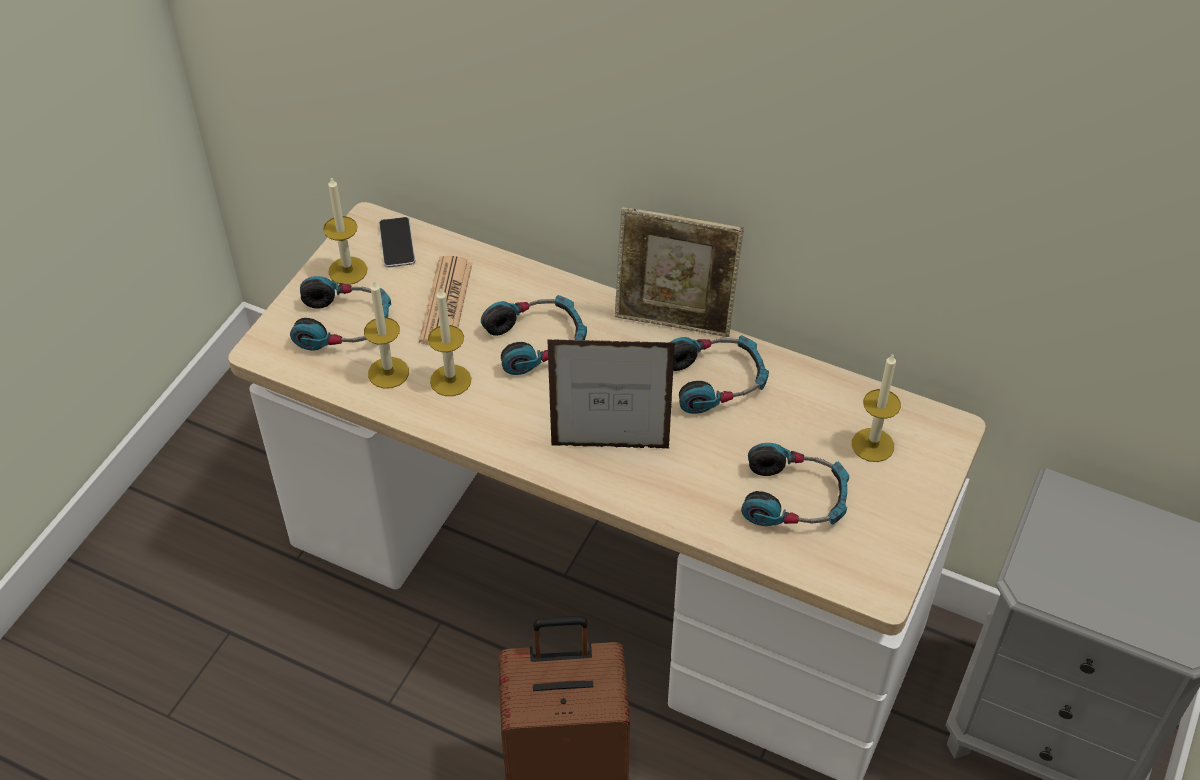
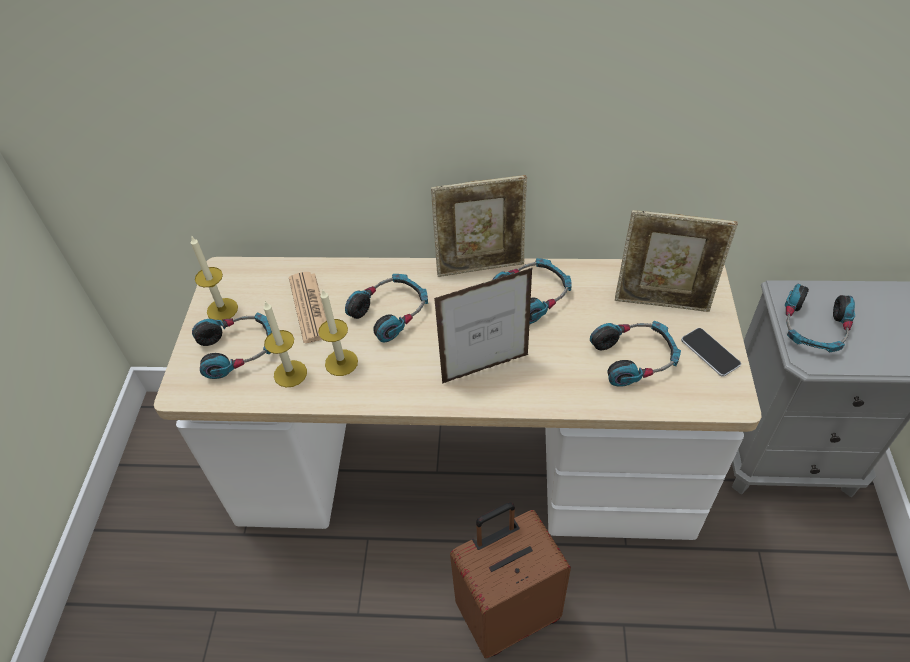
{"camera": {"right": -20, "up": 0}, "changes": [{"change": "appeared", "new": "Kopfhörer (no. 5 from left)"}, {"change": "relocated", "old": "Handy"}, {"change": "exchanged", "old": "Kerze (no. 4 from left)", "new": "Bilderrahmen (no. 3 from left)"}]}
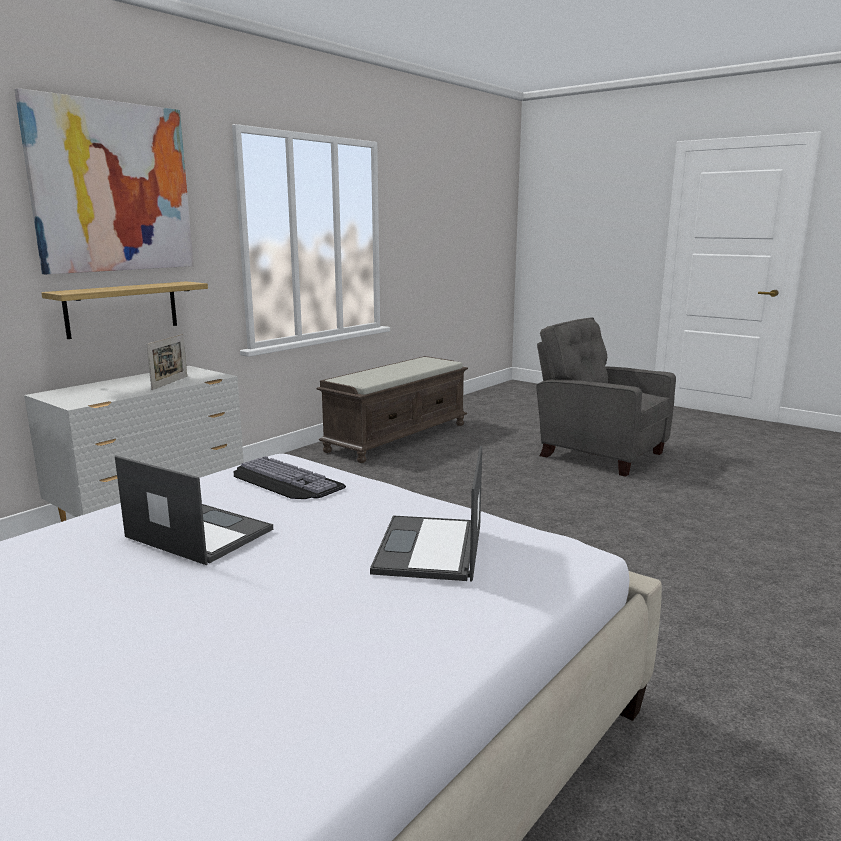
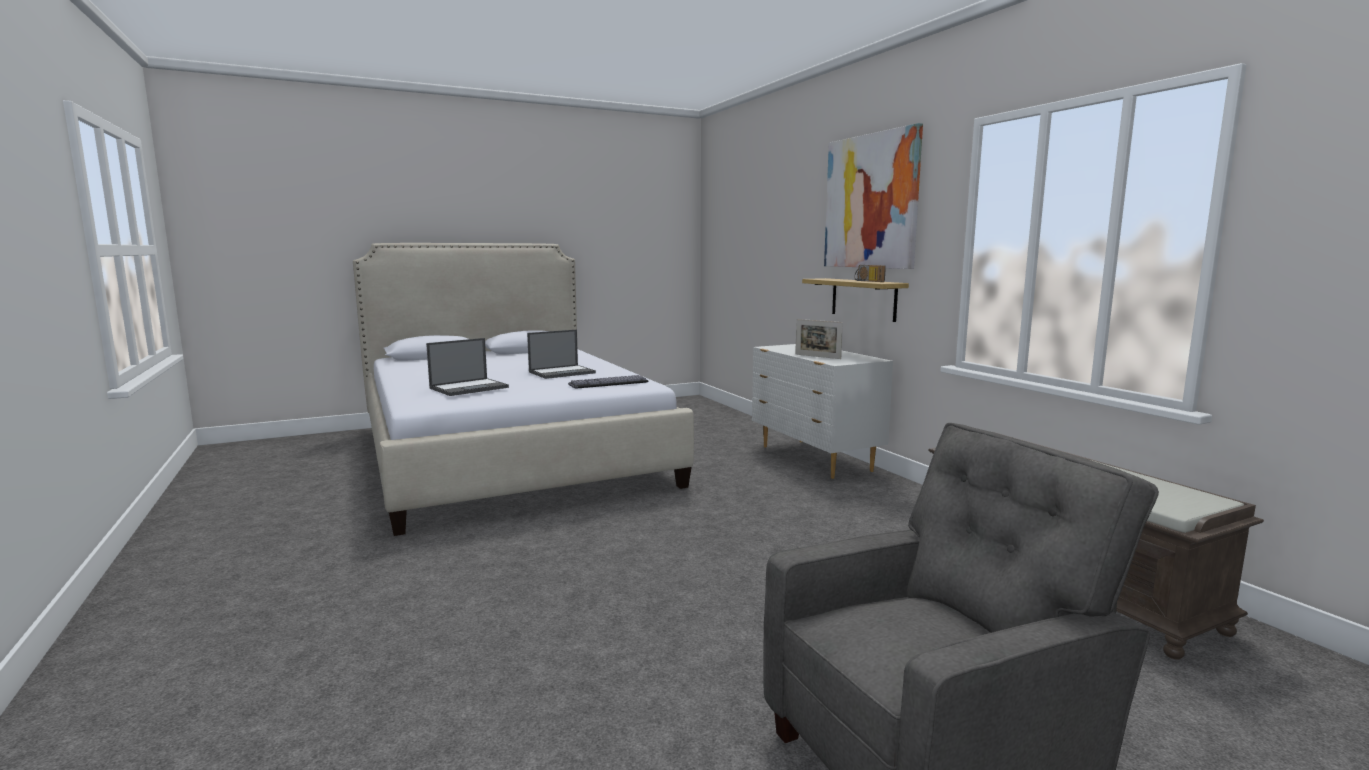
{"camera": {"right": 115, "up": -5}, "changes": [{"change": "appeared", "new": "Radio"}, {"change": "spun", "old": "Laptop (no. 2 from left in the first image)", "degrees": 105}]}
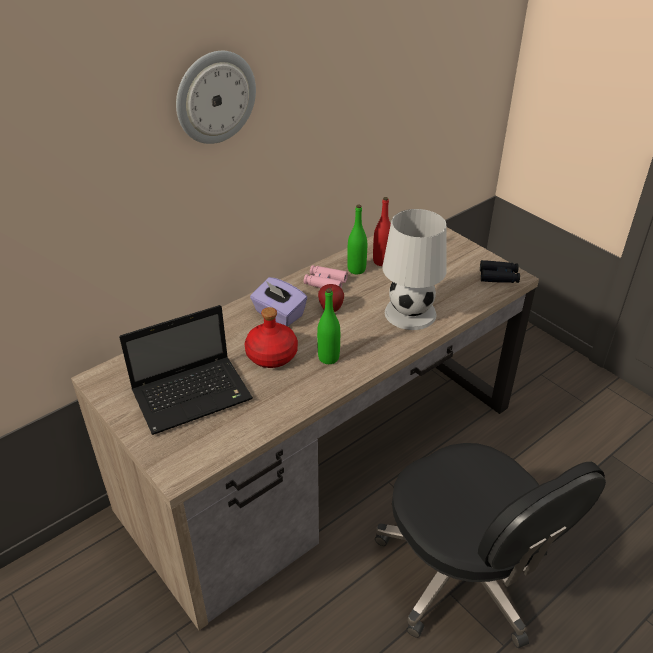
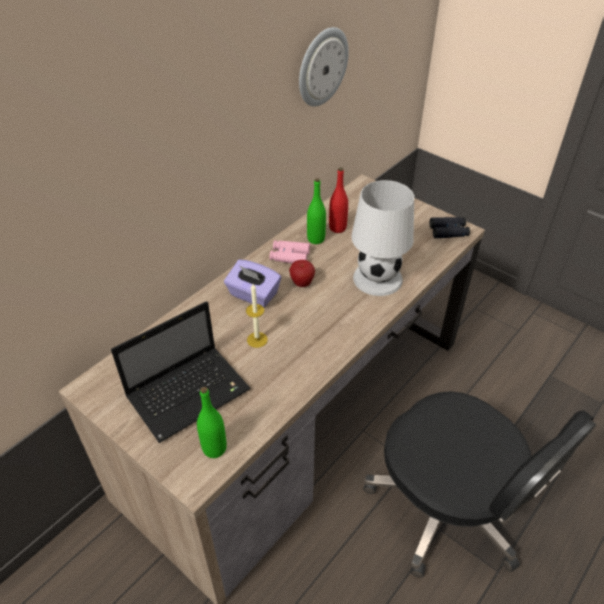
{"camera": {"right": -10, "up": 5}, "changes": [{"change": "relocated", "old": "Wanduhr"}, {"change": "relocated", "old": "Flasche [grün] (no. 1 from left)"}, {"change": "exchanged", "old": "Flasche [rot] (no. 1 from left)", "new": "Kerze"}]}
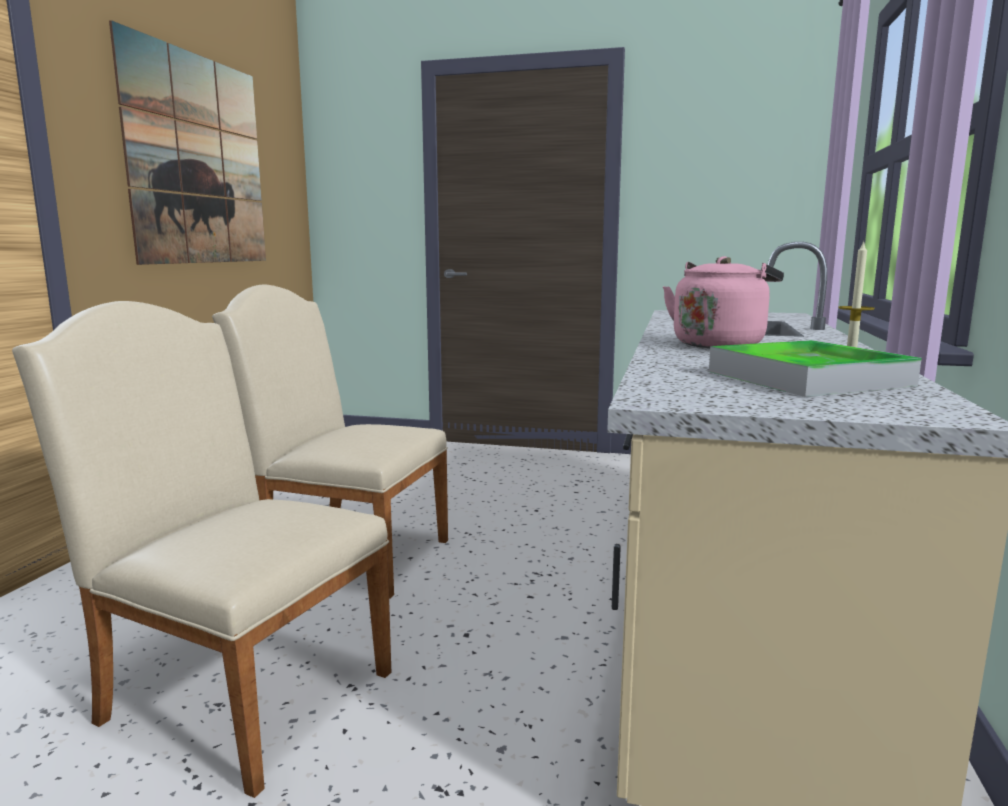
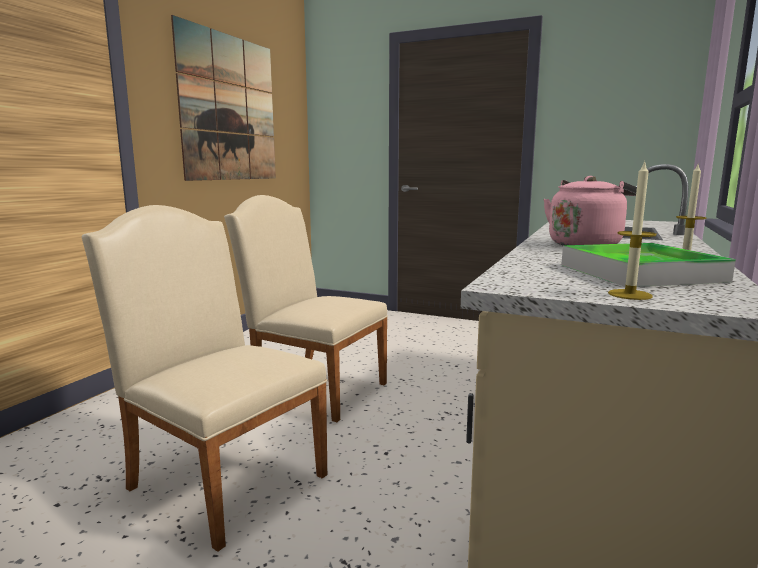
{"camera": {"right": 10, "up": 0}, "changes": [{"change": "appeared", "new": "Kerze (no. 1 from left)"}]}
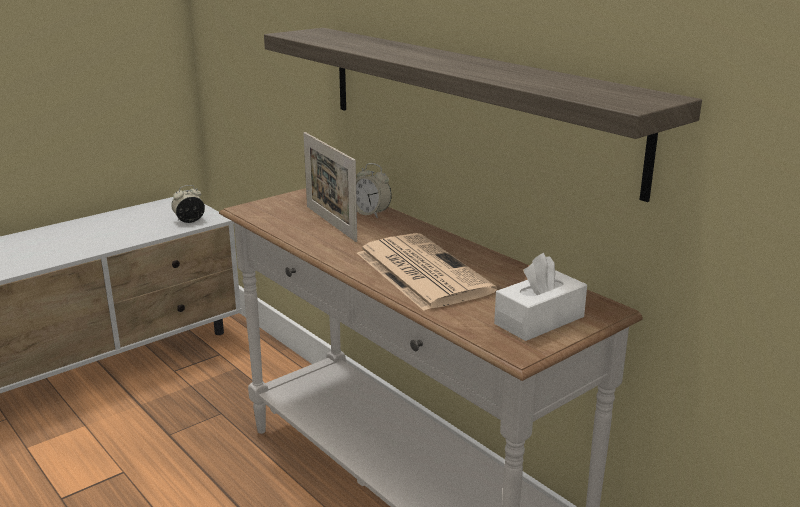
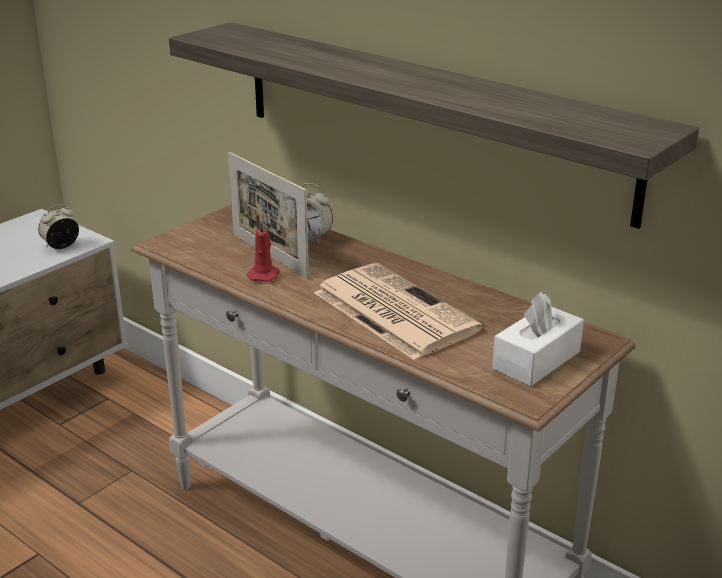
{"camera": {"right": -10, "up": 5}, "changes": [{"change": "appeared", "new": "Kerze [rot]"}]}
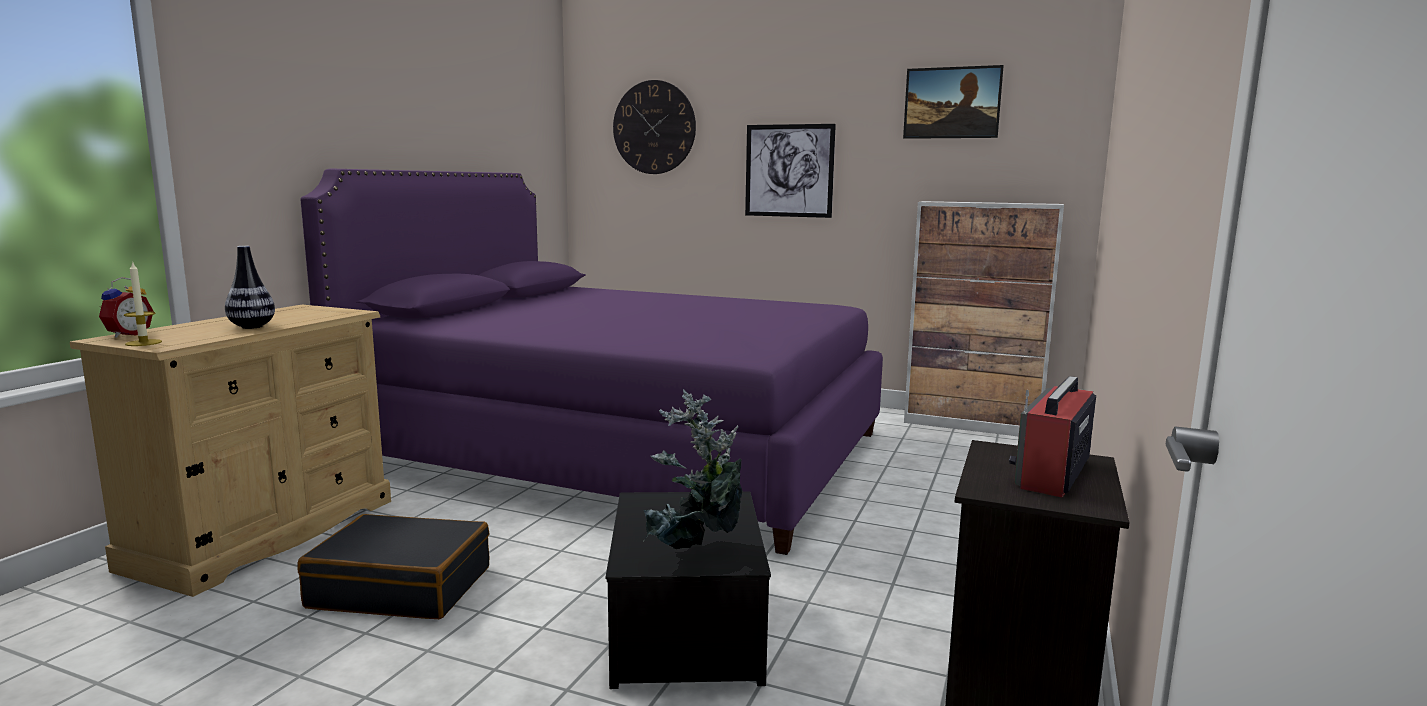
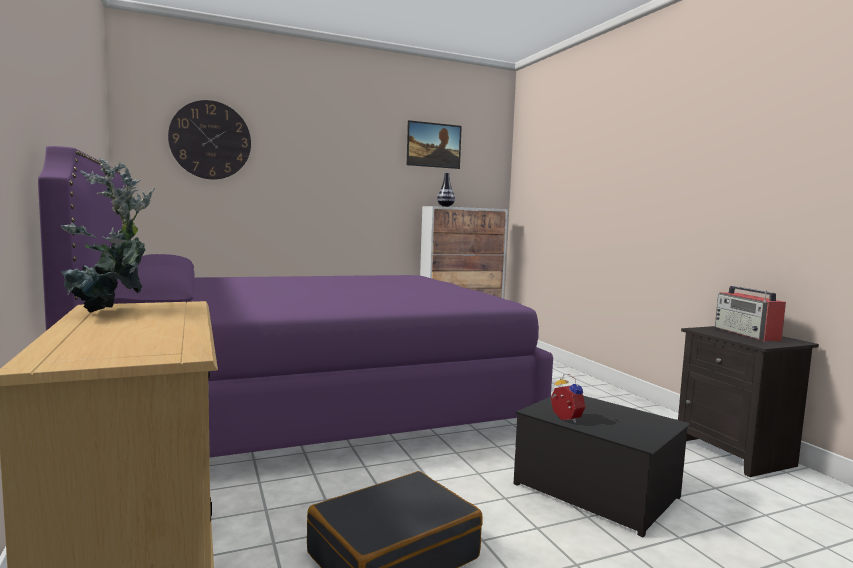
{"camera": {"right": -45, "up": -5}, "changes": [{"change": "missing", "old": "Kerze"}, {"change": "missing", "old": "Bild (no. 1 from left)"}, {"change": "relocated", "old": "Wecker"}, {"change": "relocated", "old": "Vase"}, {"change": "relocated", "old": "Topfpflanze"}]}
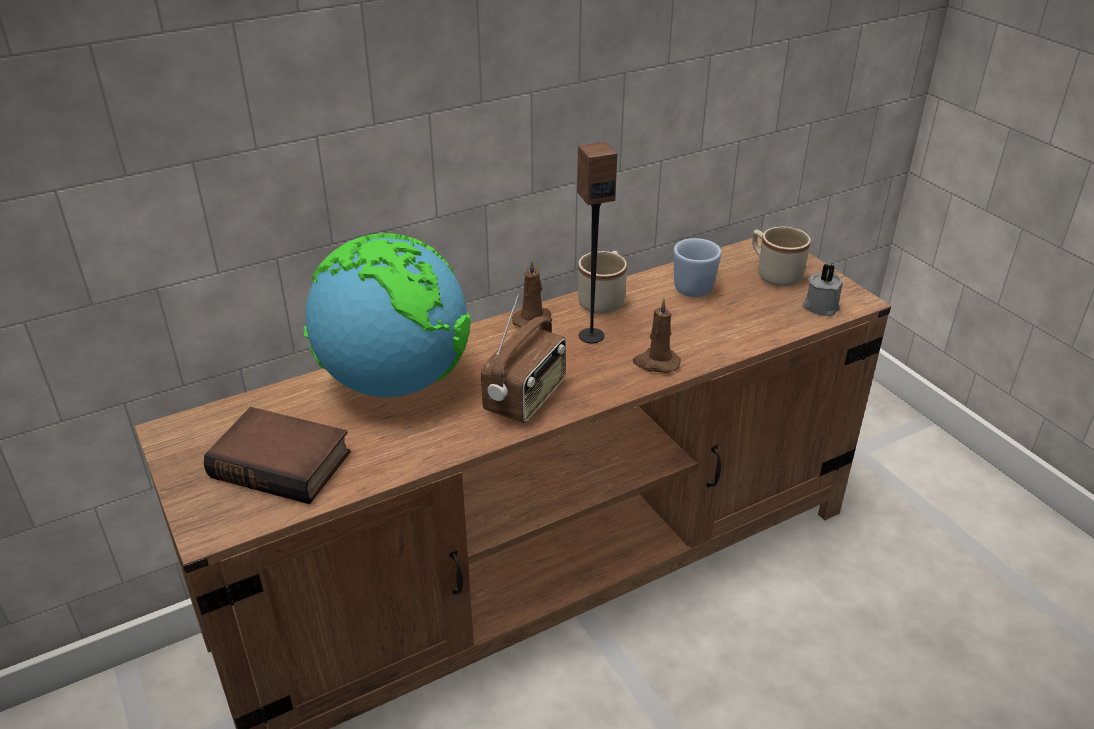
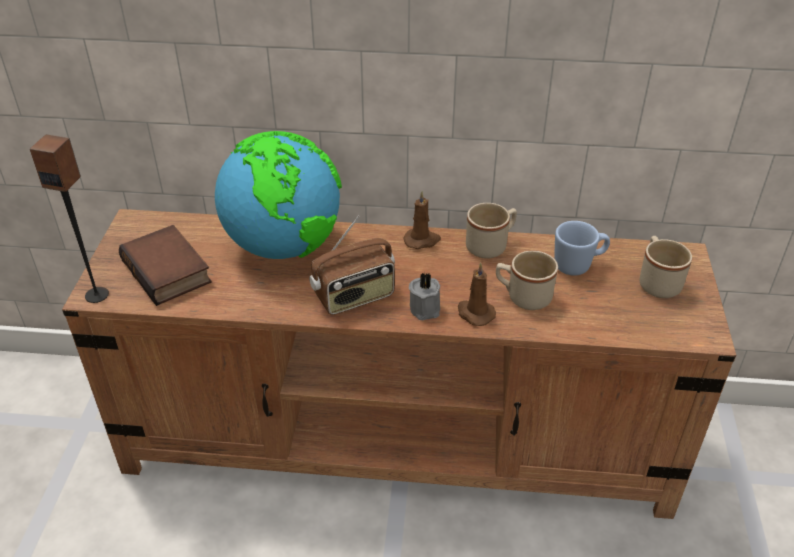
{"camera": {"right": 35, "up": 5}, "changes": [{"change": "appeared", "new": "Henkelbecher [beige] (no. 2 from left)"}, {"change": "relocated", "old": "Lautsprecher"}, {"change": "relocated", "old": "Kerze [grau]"}]}
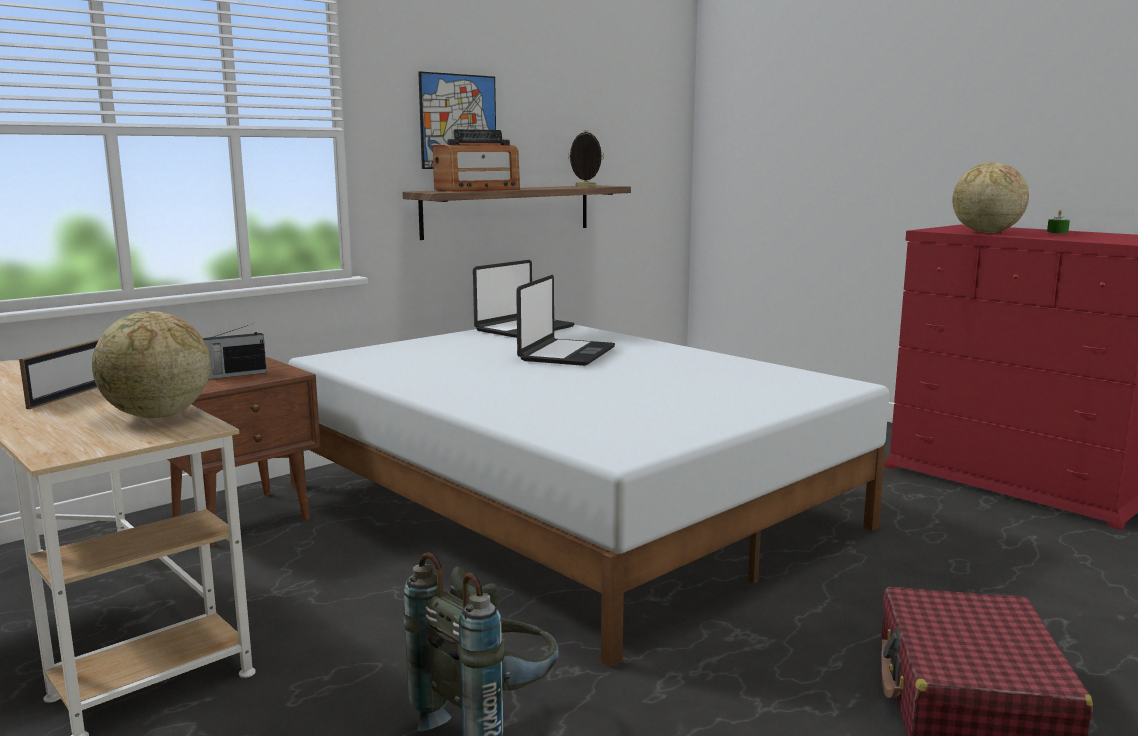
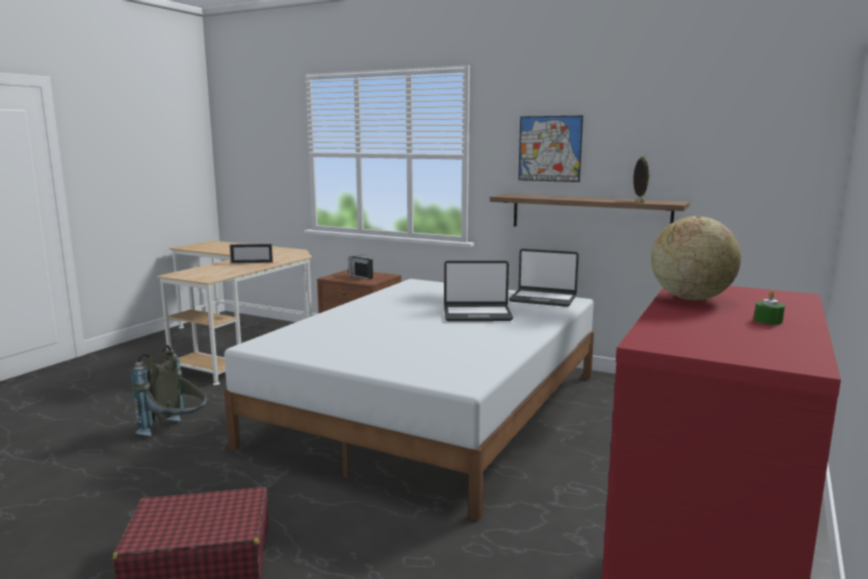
{"camera": {"right": 70, "up": 0}, "changes": [{"change": "missing", "old": "Globus (no. 1 from left)"}, {"change": "missing", "old": "Radio (no. 2 from left)"}]}
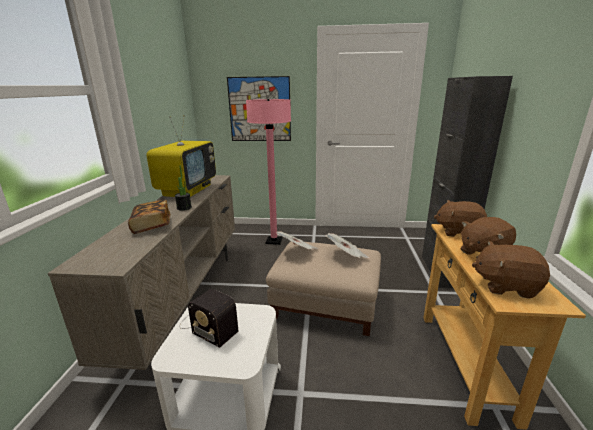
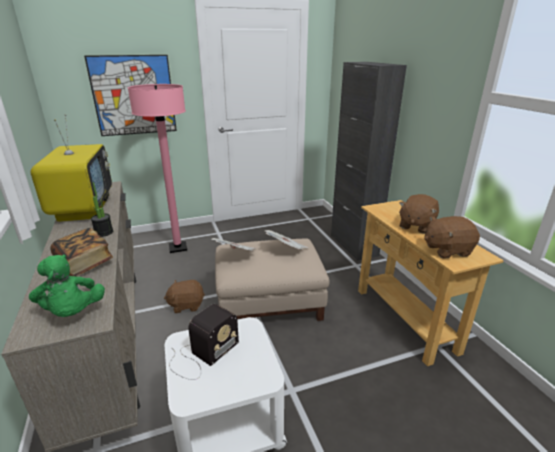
{"camera": {"right": -25, "up": 5}, "changes": [{"change": "appeared", "new": "Plüschtier [grün]"}, {"change": "relocated", "old": "Plüschtier [braun] (no. 1 from left)"}, {"change": "spun", "old": "Radio", "degrees": -60}]}
